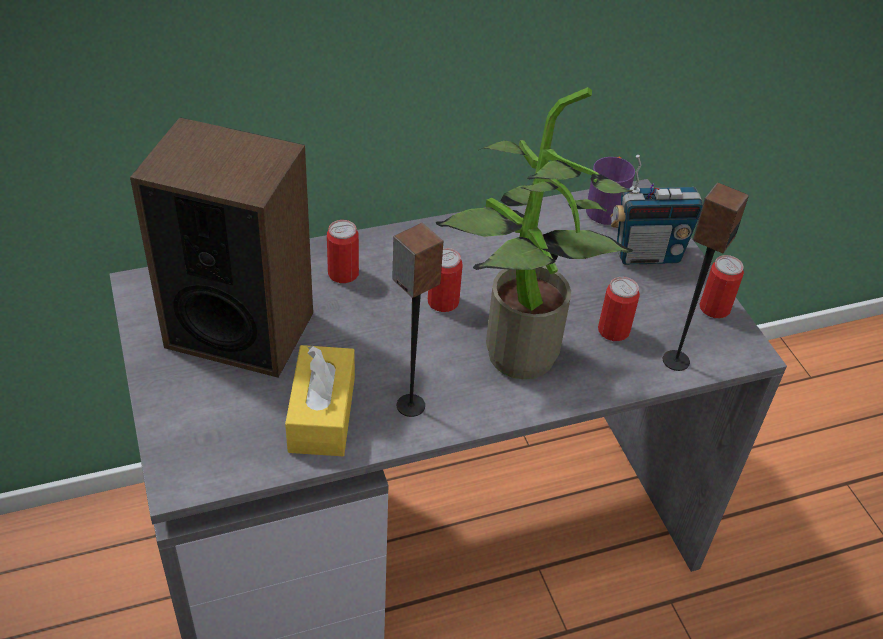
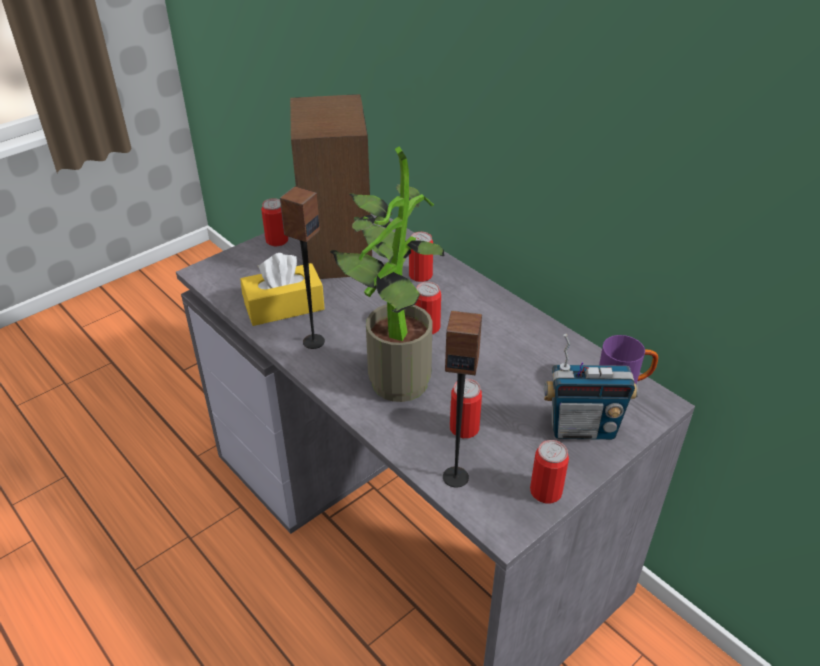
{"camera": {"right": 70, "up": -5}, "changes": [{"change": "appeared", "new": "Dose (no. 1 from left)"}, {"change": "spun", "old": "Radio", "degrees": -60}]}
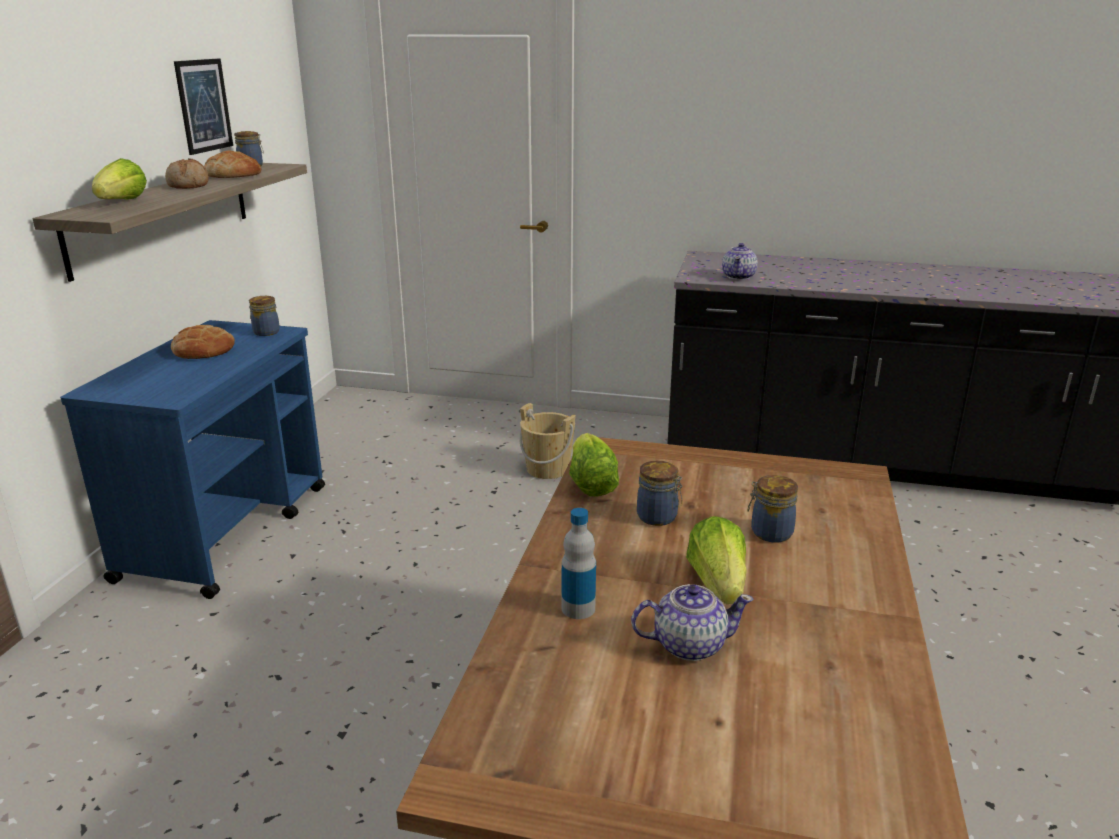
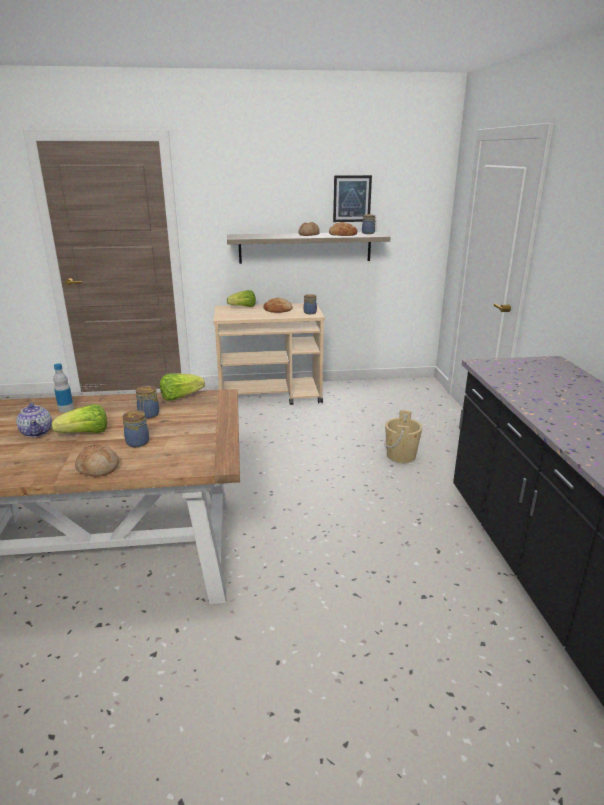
{"camera": {"right": 70, "up": 0}, "changes": [{"change": "missing", "old": "Teekanne (no. 2 from left)"}, {"change": "appeared", "new": "Brot (no. 1 from left)"}, {"change": "relocated", "old": "Salatkopf (no. 1 from left in the first image)", "new": "Salatkopf (no. 3 from left)"}, {"change": "colour", "old": "Rollwagen [blau]", "new": "Rollwagen [beige]"}]}
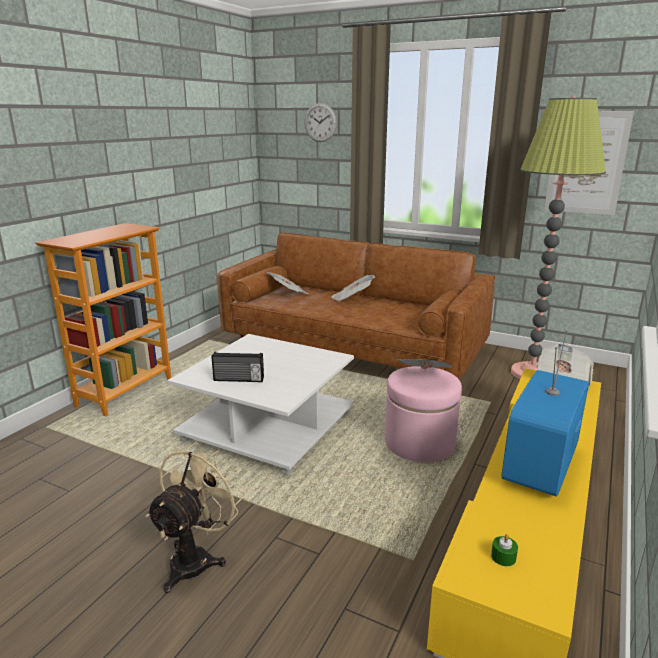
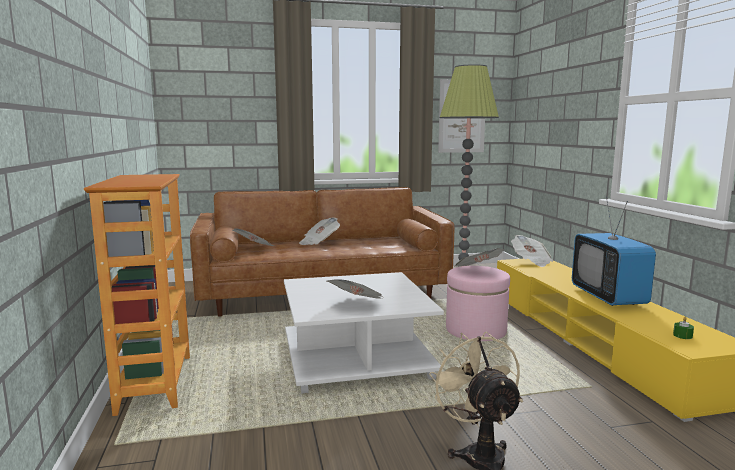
{"camera": {"right": -40, "up": -10}, "changes": [{"change": "missing", "old": "Wanduhr"}, {"change": "exchanged", "old": "Radio", "new": "Zeitung (no. 3 from left)"}]}
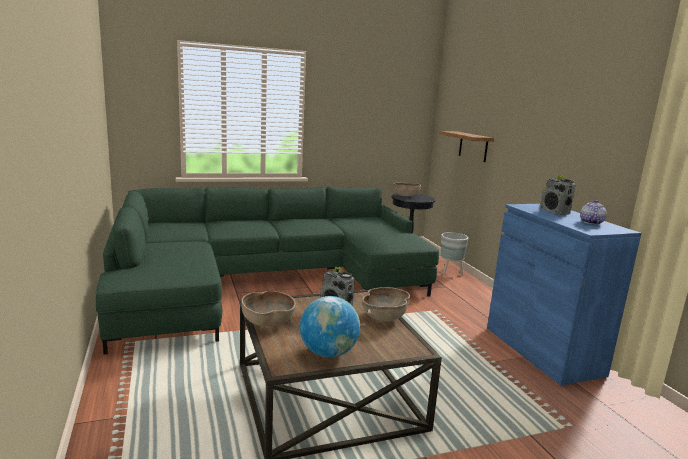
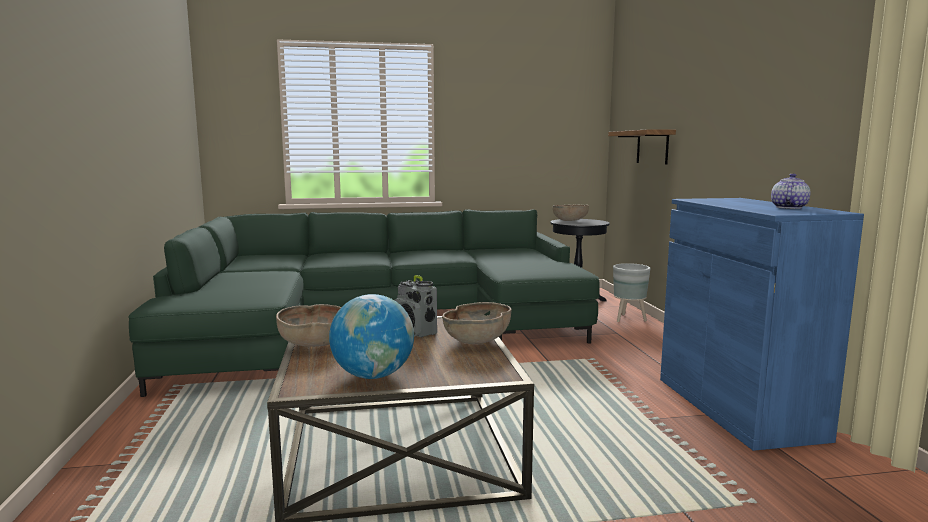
{"camera": {"right": 10, "up": -5}, "changes": [{"change": "missing", "old": "Radio (no. 2 from left)"}]}
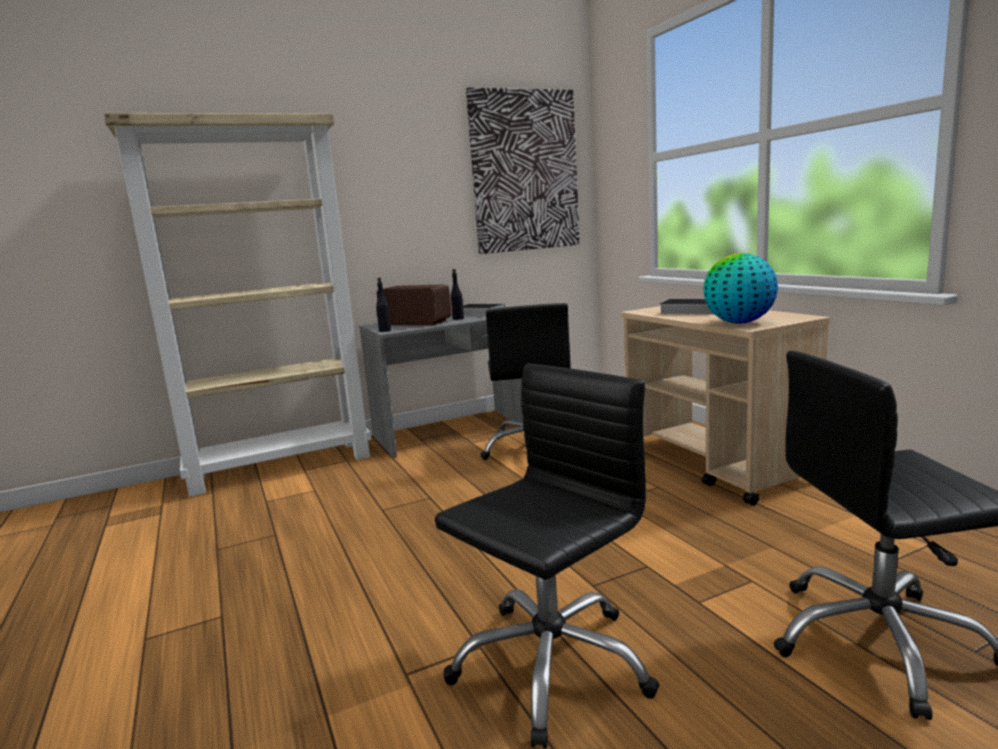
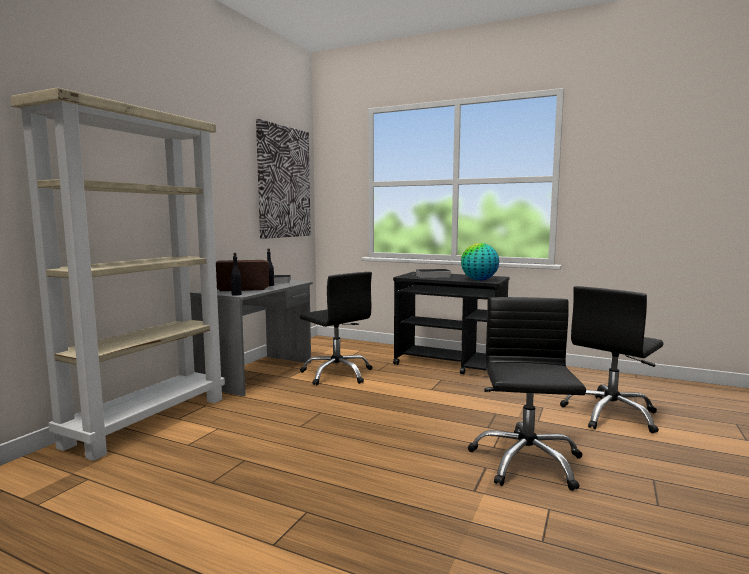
{"camera": {"right": -40, "up": -5}, "changes": [{"change": "colour", "old": "Rollwagen [beige]", "new": "Rollwagen [schwarz]"}]}
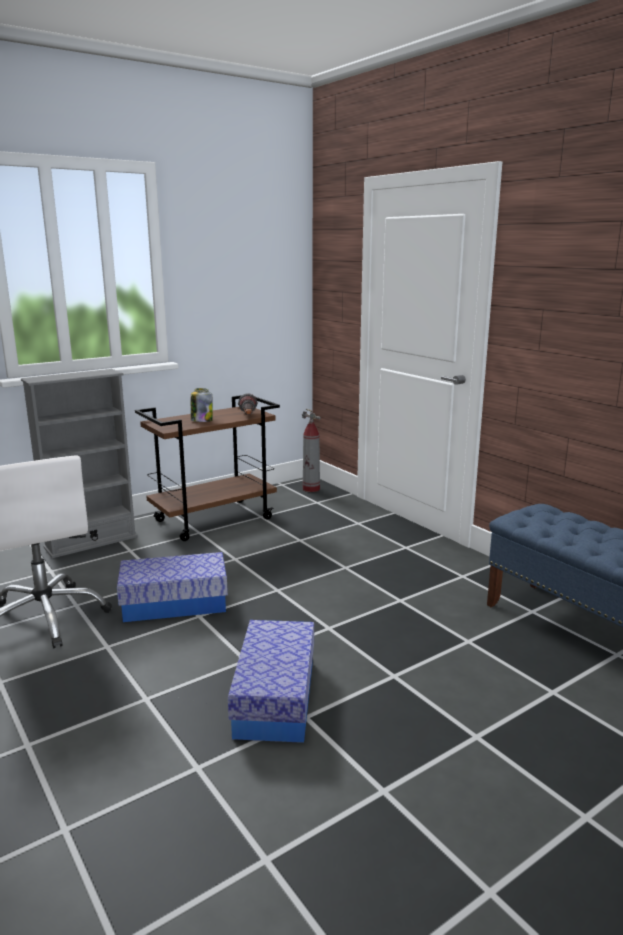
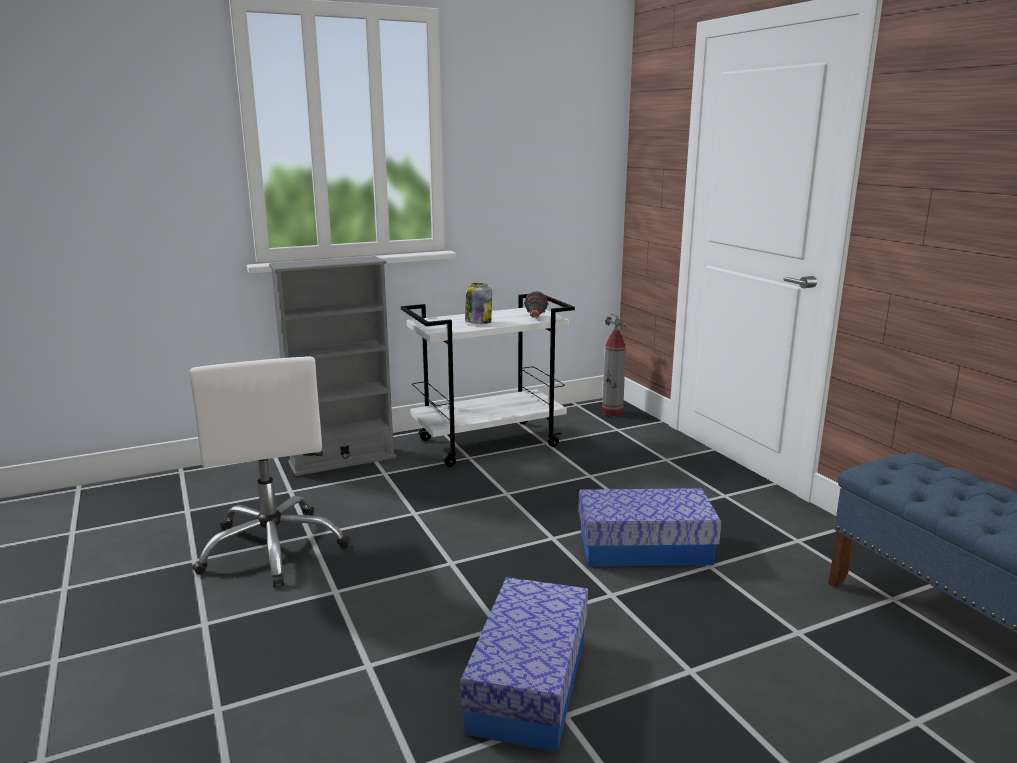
{"camera": {"right": 10, "up": 0}, "changes": [{"change": "relocated", "old": "Aufbewahrungsbox (no. 1 from left in the first image)", "new": "Aufbewahrungsbox (no. 2 from left)"}, {"change": "colour", "old": "Rollwagen [braun]", "new": "Rollwagen [weiß]"}]}
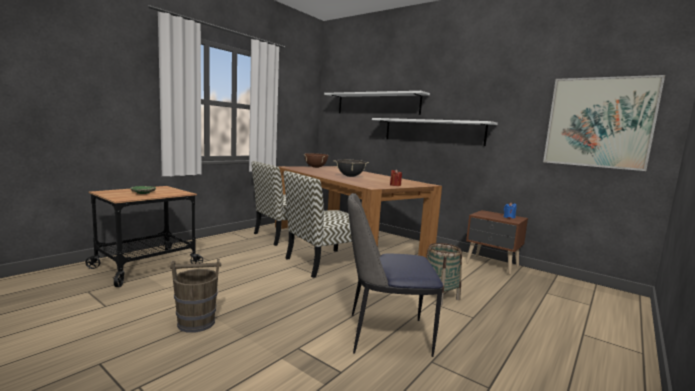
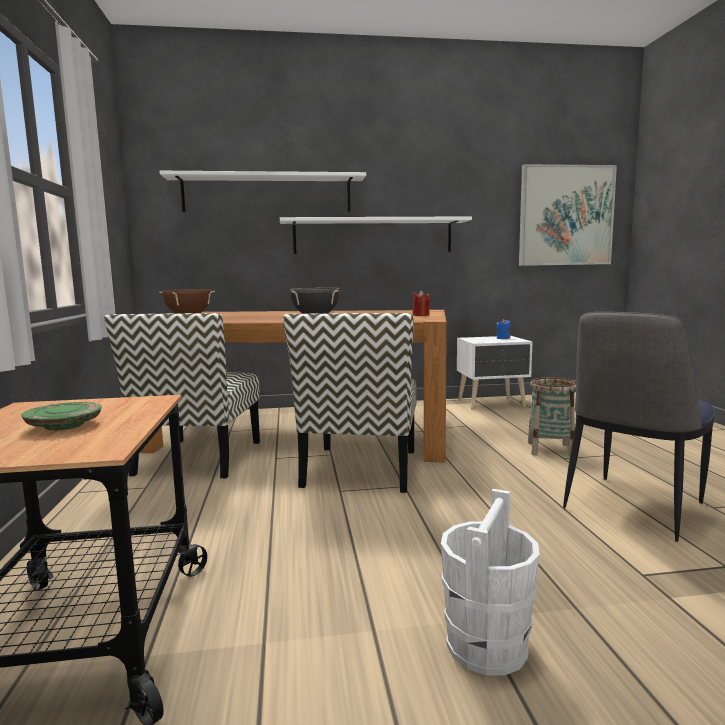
{"camera": {"right": -45, "up": 0}, "changes": [{"change": "colour", "old": "Eimer [braun]", "new": "Eimer [weiß]"}, {"change": "colour", "old": "Nachttisch [braun]", "new": "Nachttisch [weiß]"}]}
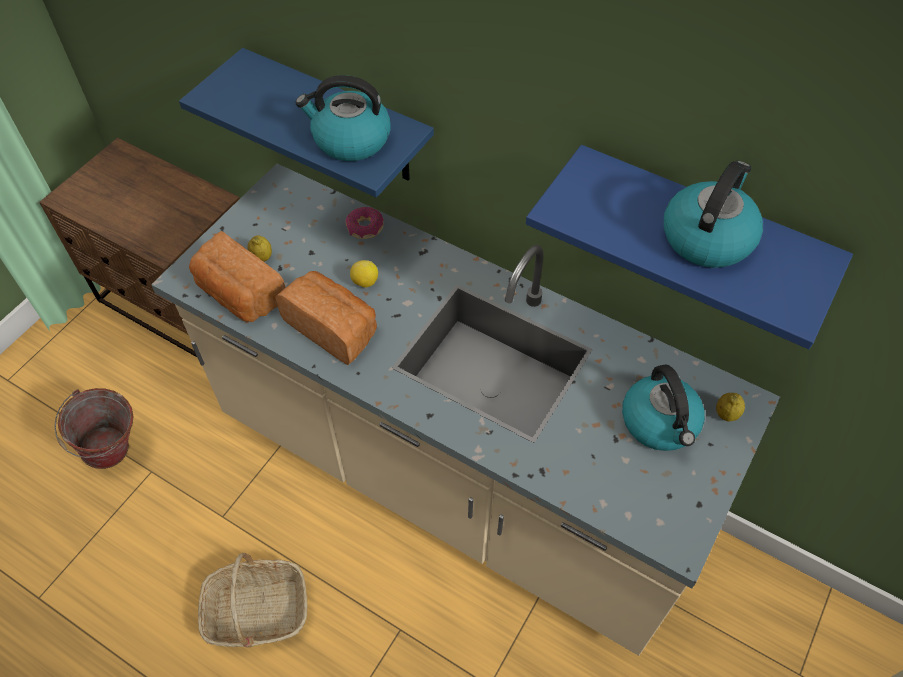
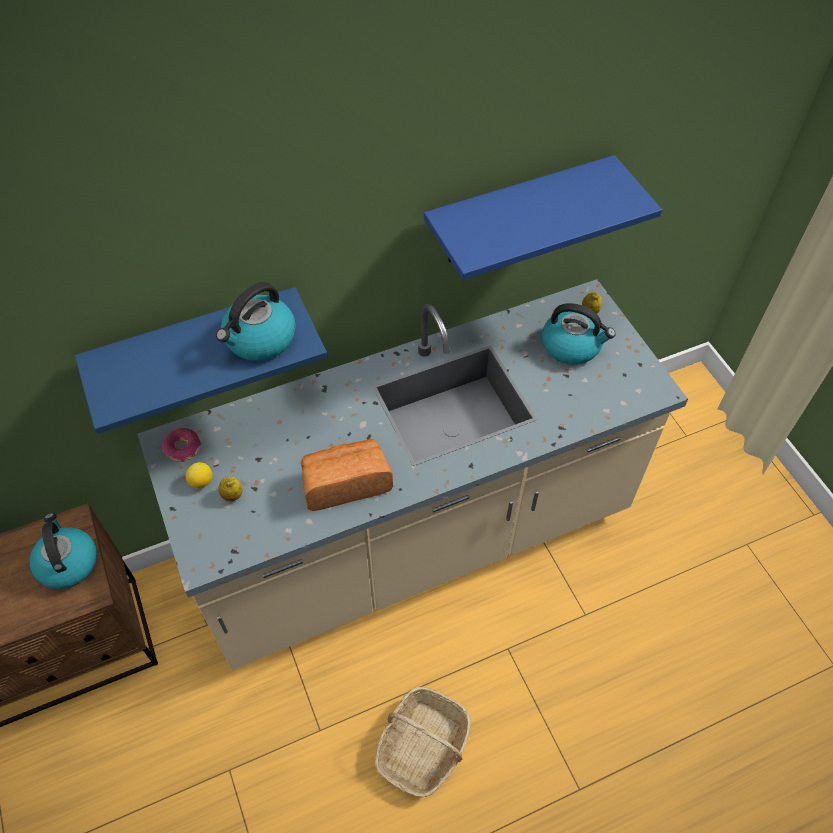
{"camera": {"right": -55, "up": 0}, "changes": [{"change": "missing", "old": "Eimer"}, {"change": "missing", "old": "Brot (no. 1 from left)"}, {"change": "relocated", "old": "Donut"}, {"change": "relocated", "old": "Zitrone (no. 2 from left in the first image)", "new": "Zitrone (no. 1 from left)"}, {"change": "relocated", "old": "Wasserkessel (no. 3 from left in the first image)", "new": "Wasserkessel (no. 1 from left)"}]}
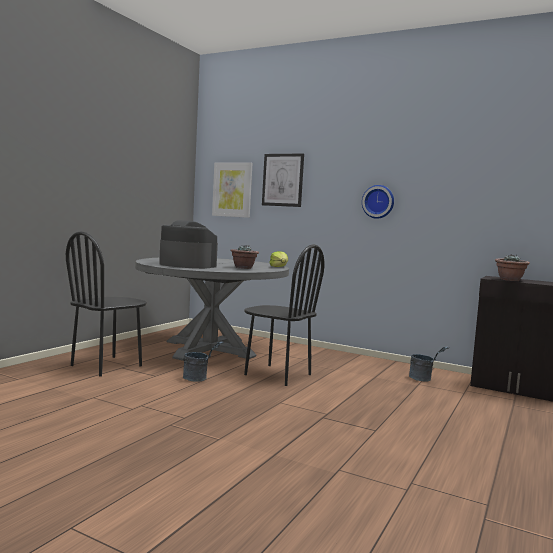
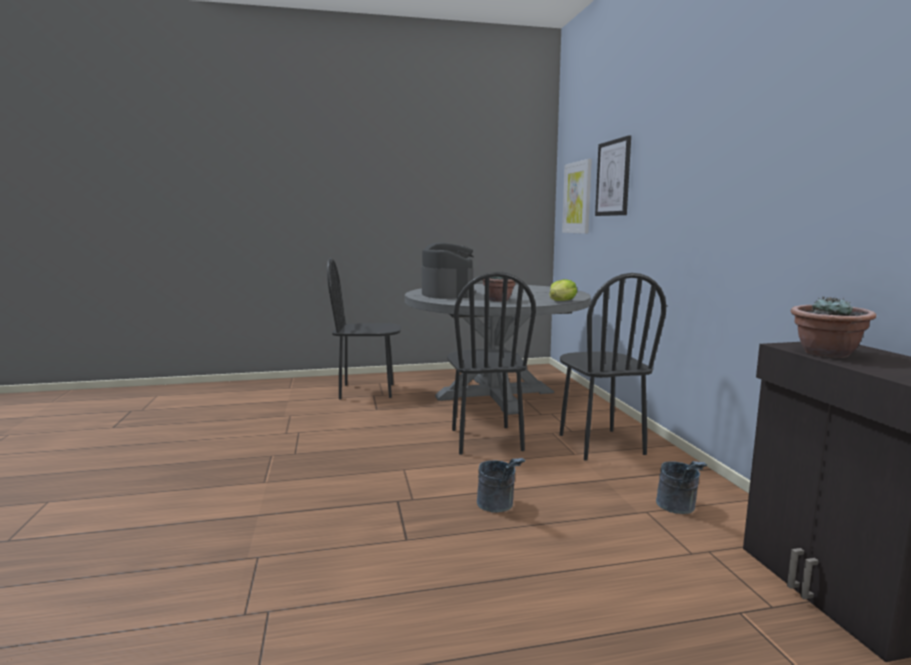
{"camera": {"right": 50, "up": 5}, "changes": [{"change": "missing", "old": "Wanduhr"}, {"change": "appeared", "new": "Stuhl [schwarz] (no. 3 from left)"}, {"change": "relocated", "old": "Eimer [grau] (no. 1 from left)"}]}
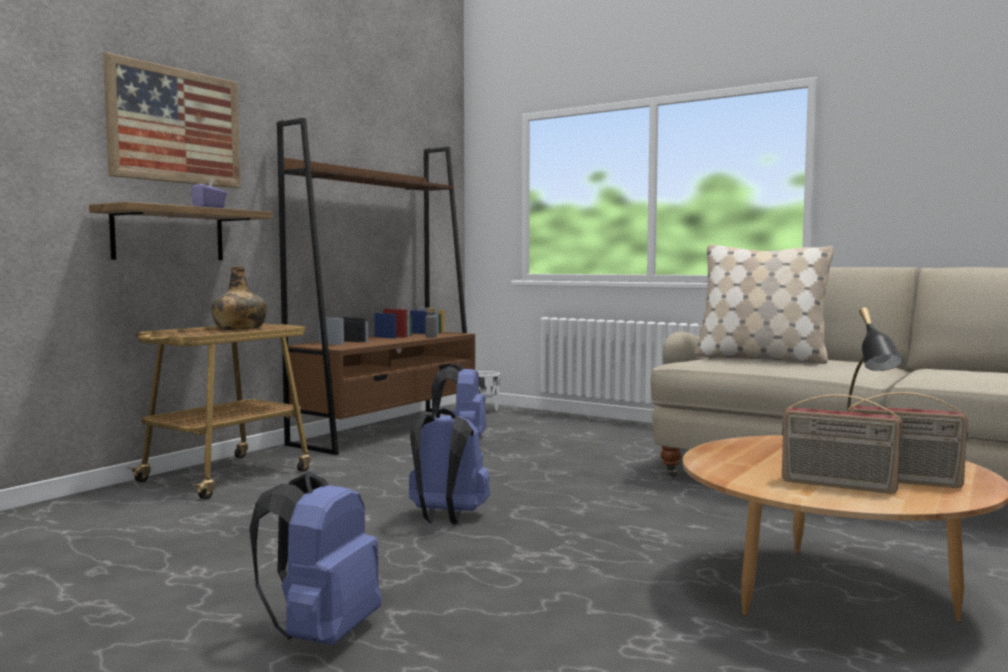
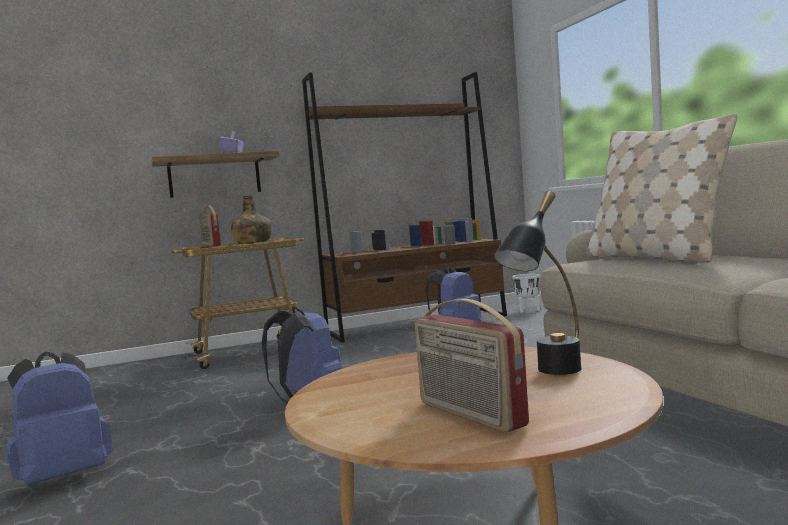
{"camera": {"right": 35, "up": 0}, "changes": [{"change": "missing", "old": "Bild"}, {"change": "relocated", "old": "Radio (no. 1 from left)"}]}
